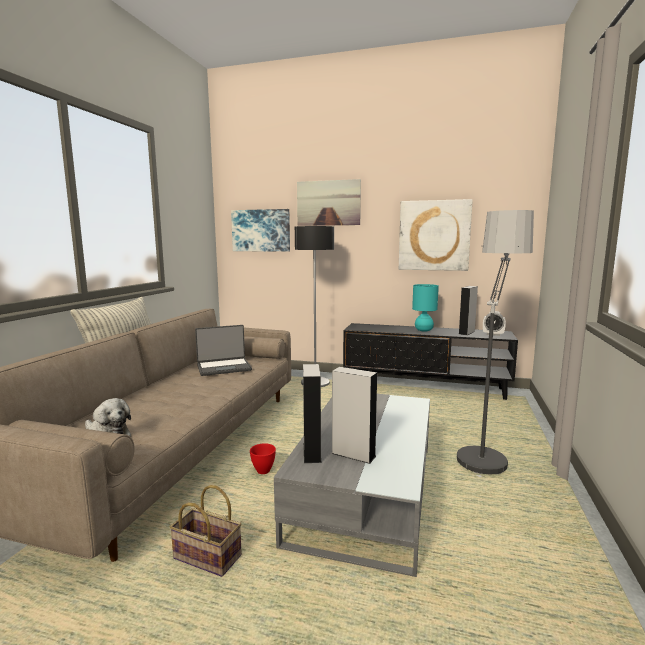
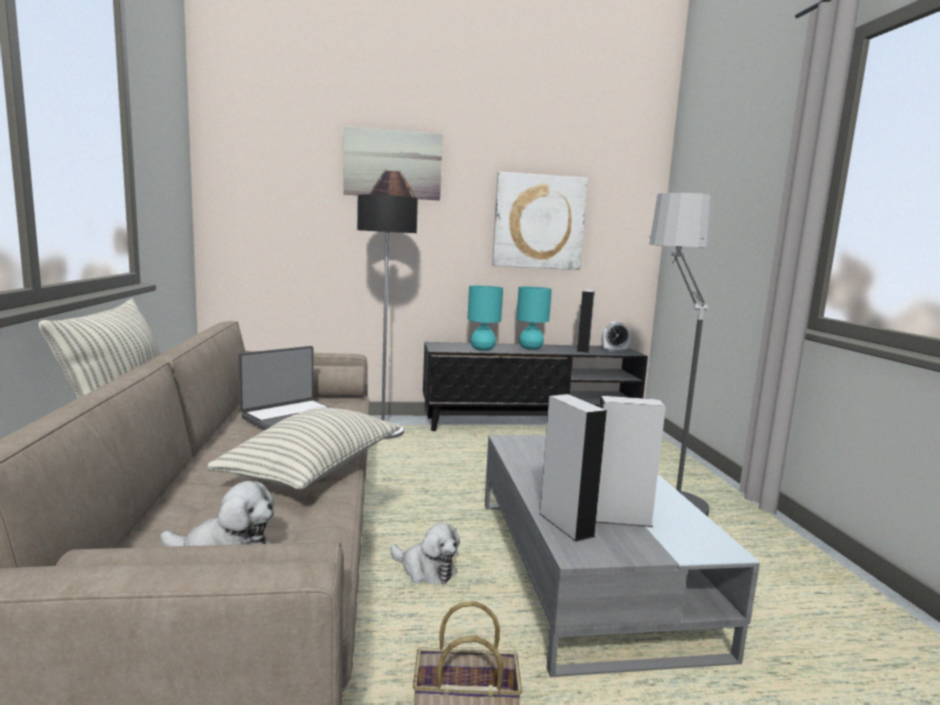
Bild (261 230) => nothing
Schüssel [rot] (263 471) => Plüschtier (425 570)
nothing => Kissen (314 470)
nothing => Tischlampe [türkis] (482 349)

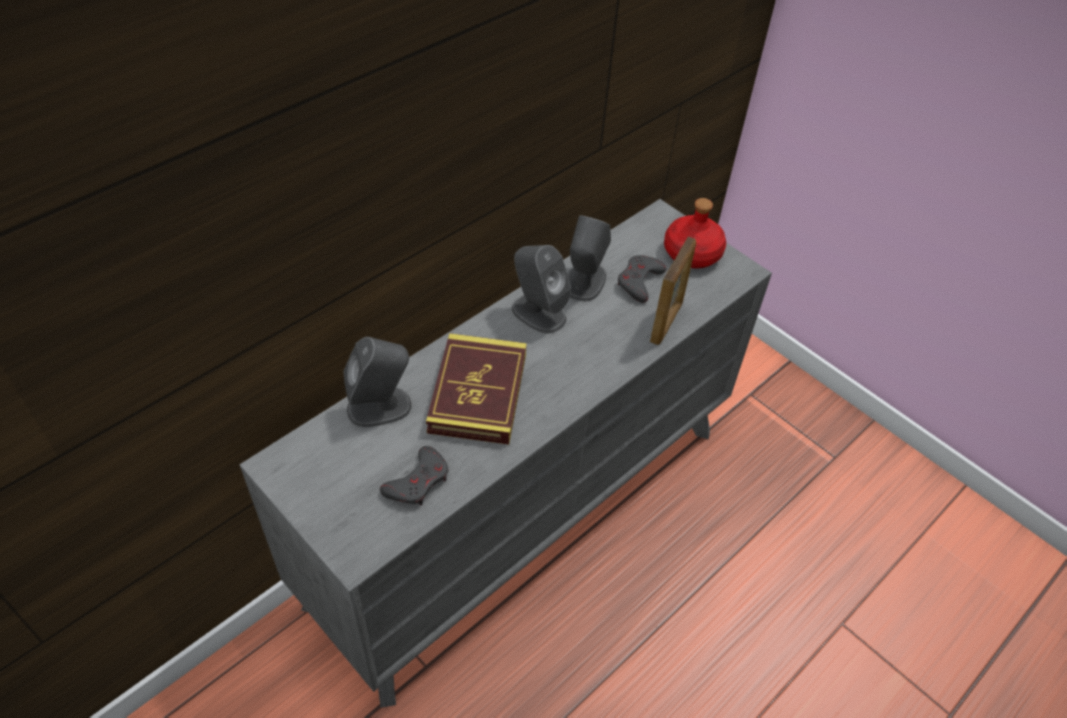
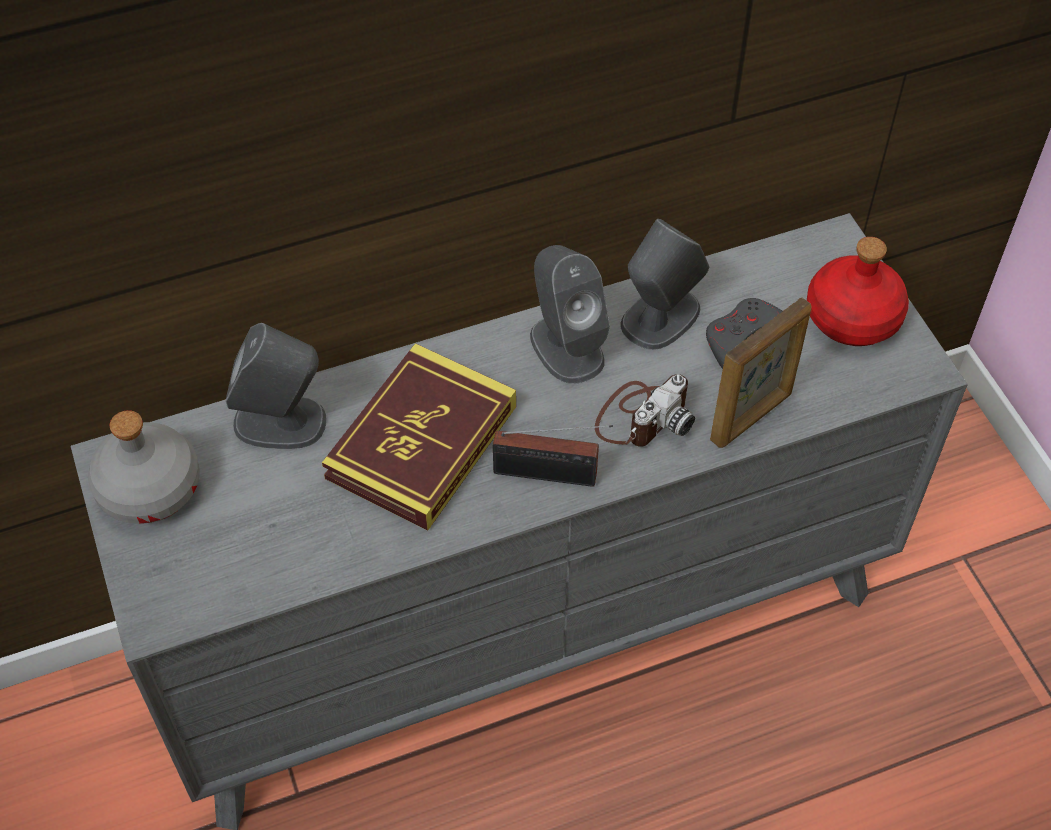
Gamepad [grau] (418 481) => nothing
nothing => Flasche [grau] (151 488)
nothing => Radio (551 475)
nothing => Kamera (642 416)

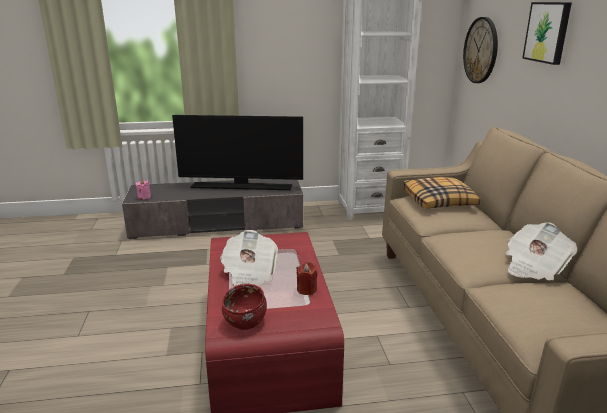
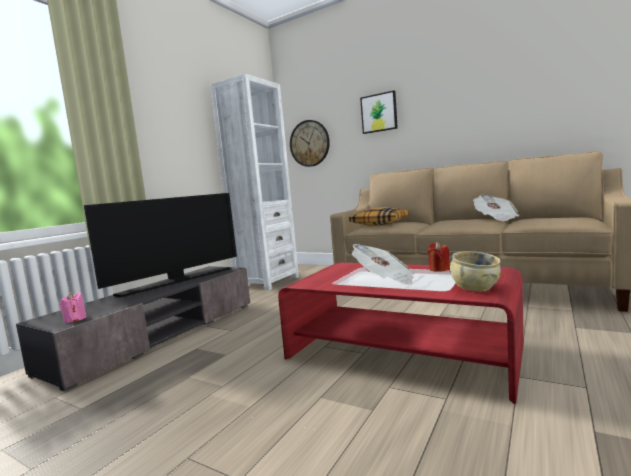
Schüssel [rot] (245 322) => Schüssel [beige] (475 288)

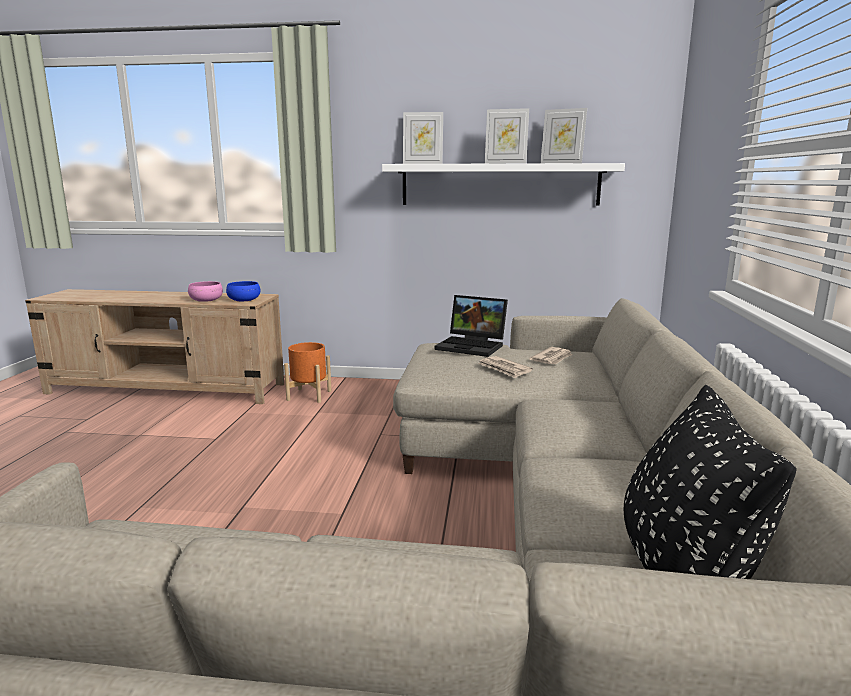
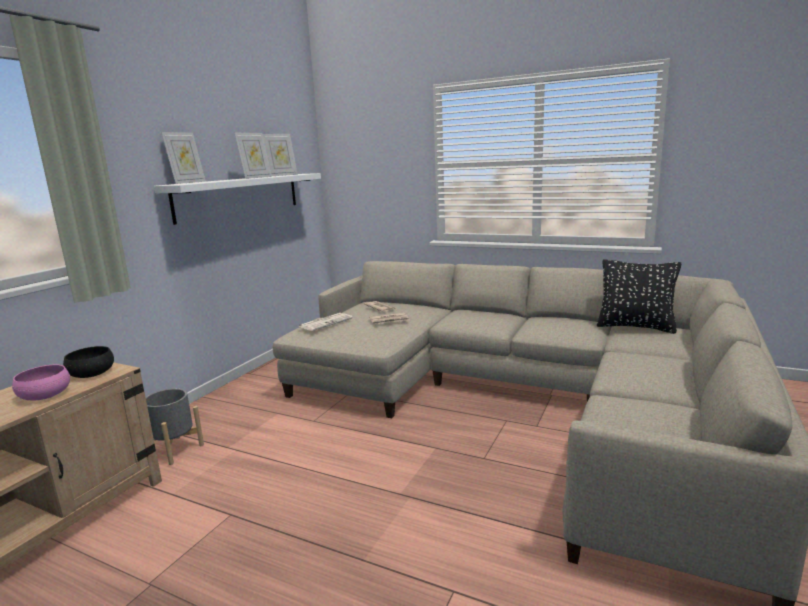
Schüssel [blau] (244 299) => Schüssel [schwarz] (91 373)
Pflanzkübel [orange] (309 395) => Pflanzkübel [grau] (174 450)
Laptop (473 346) => Zeitung (326 322)

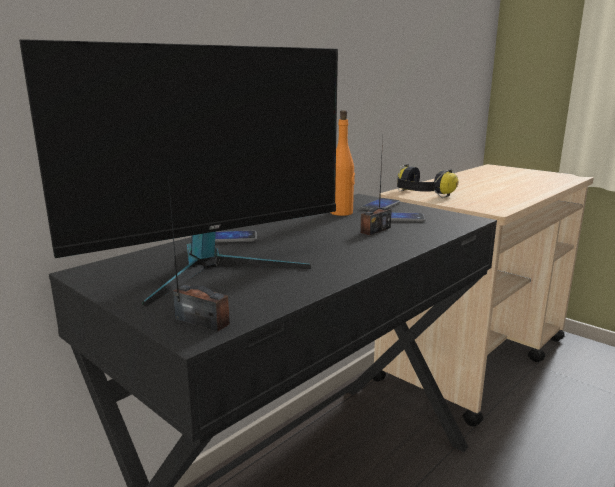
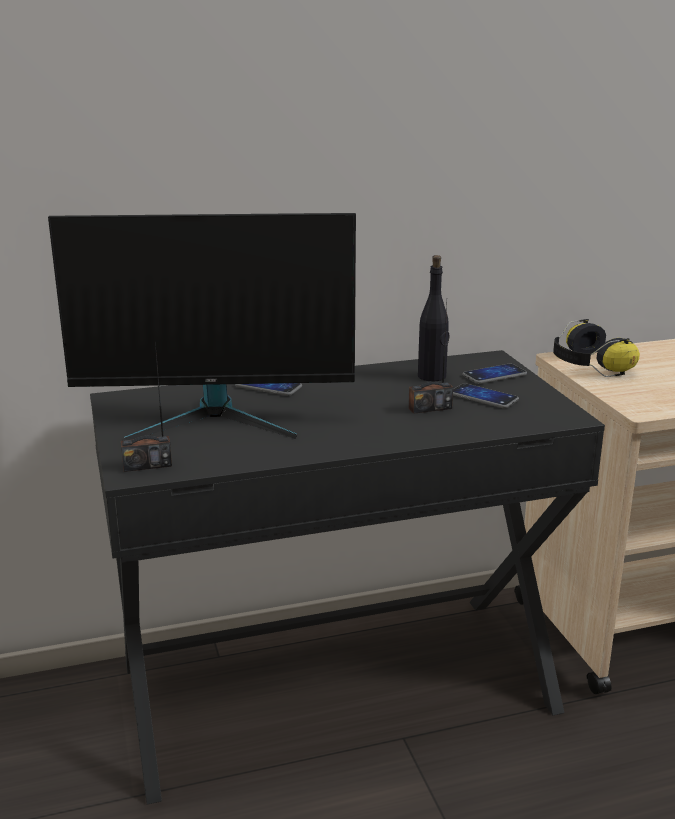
Radio (201 321) => Radio (147 465), 105 degrees clockwise
Flasche [orange] (341 213) => Flasche [schwarz] (432 376)

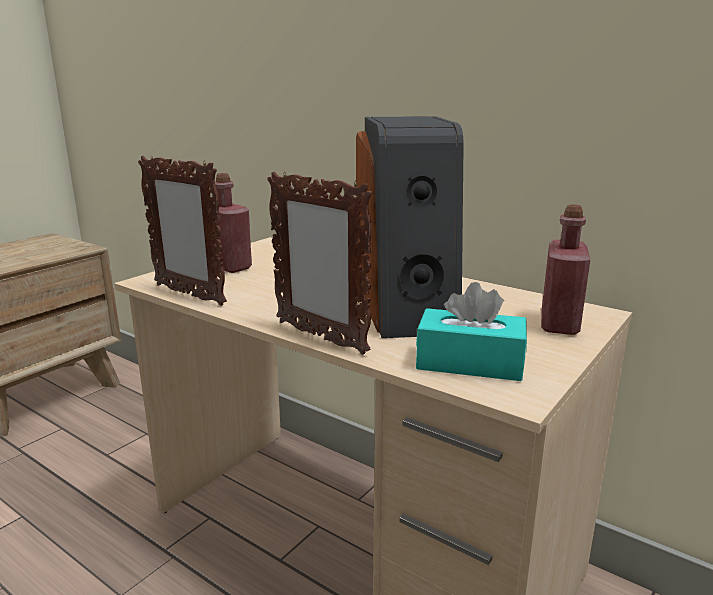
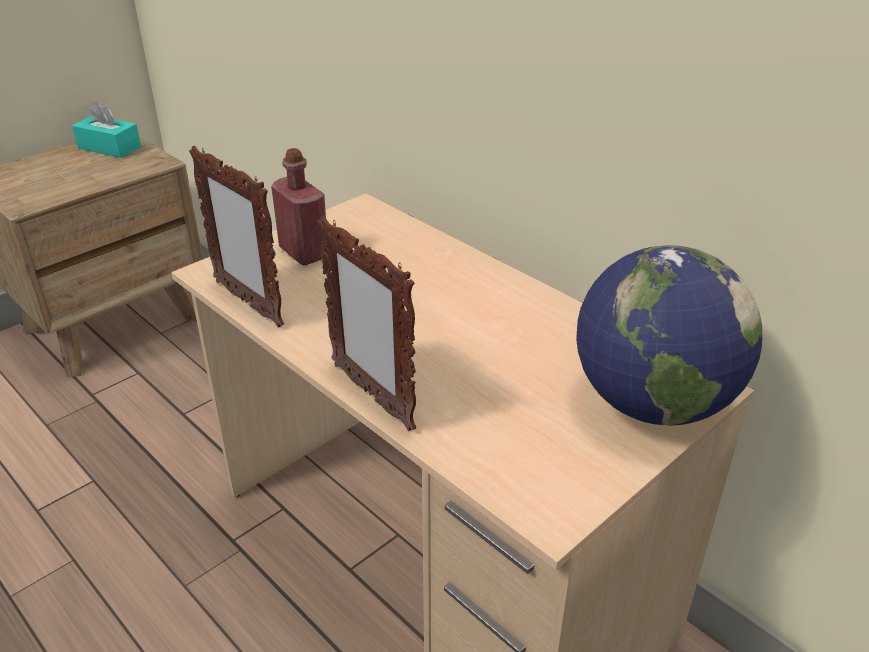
Lautsprecher (407 307) => nothing
Taschentuchbox [türkis] (470 363) => Taschentuchbox [türkis] (109 147), moved
Flasche [rot] (559 324) => Globus (652 403)

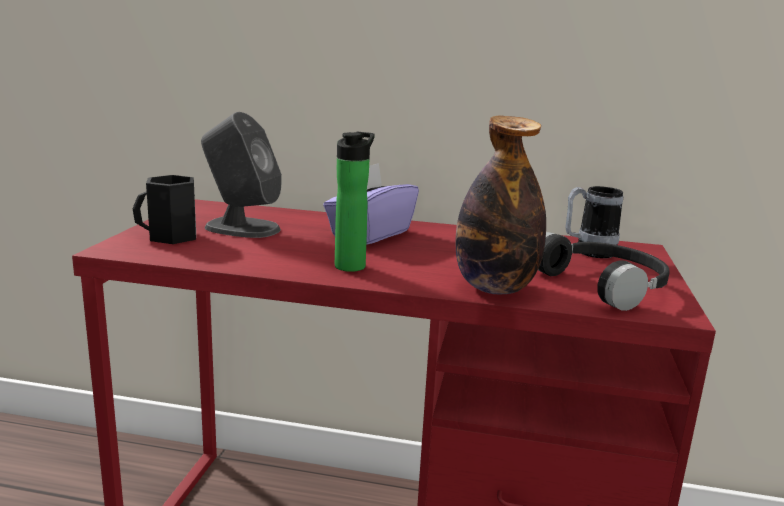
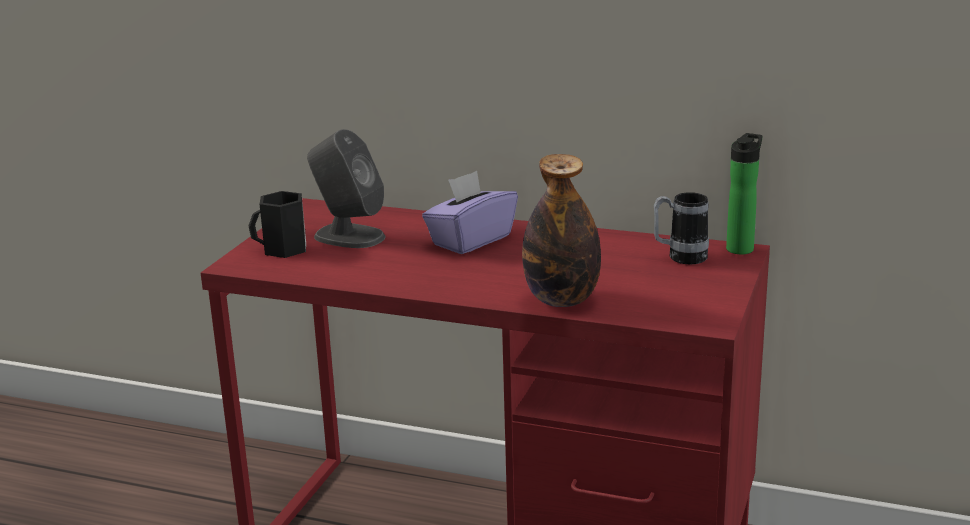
Flasche (352 265) => Flasche (741 248), moved
Kopfhörer [schwarz] (605 285) => nothing

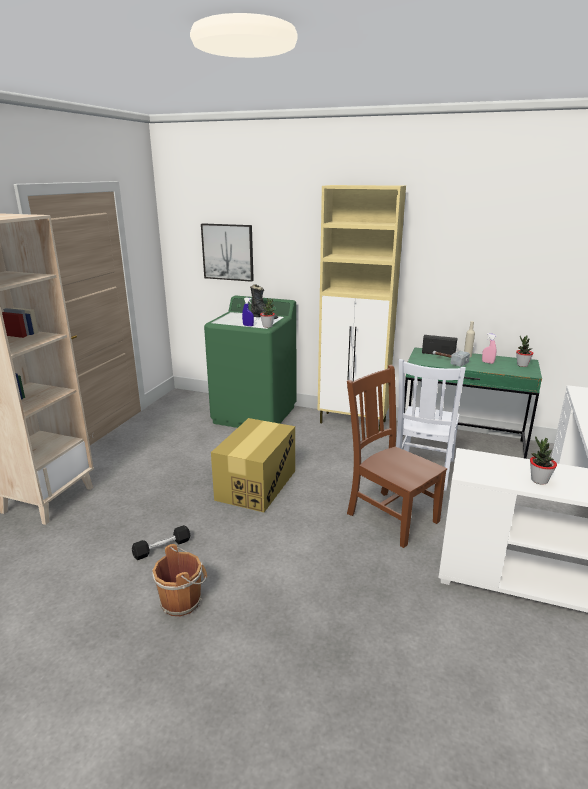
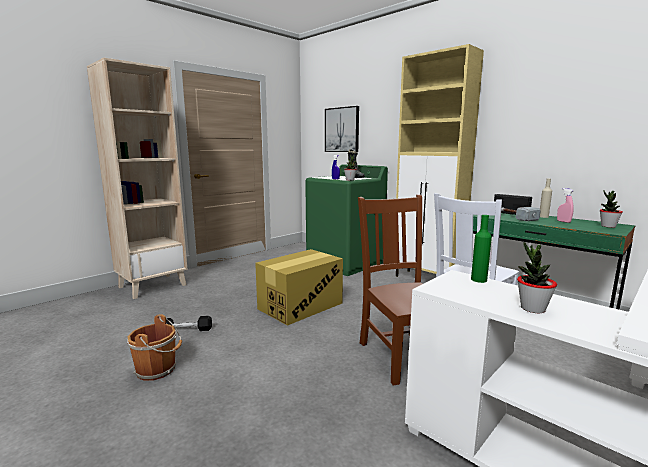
nothing => Flasche [grün] (478 280)

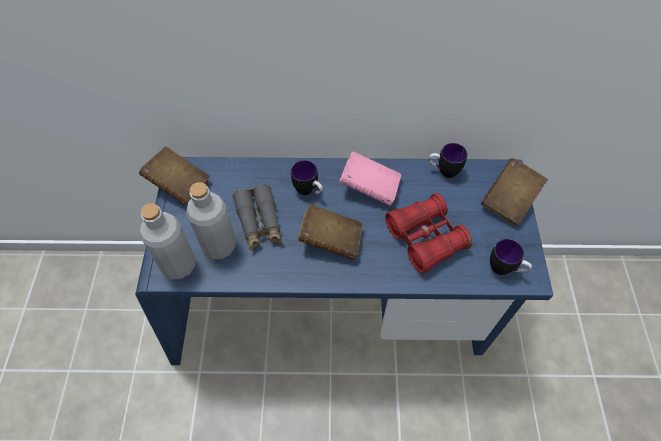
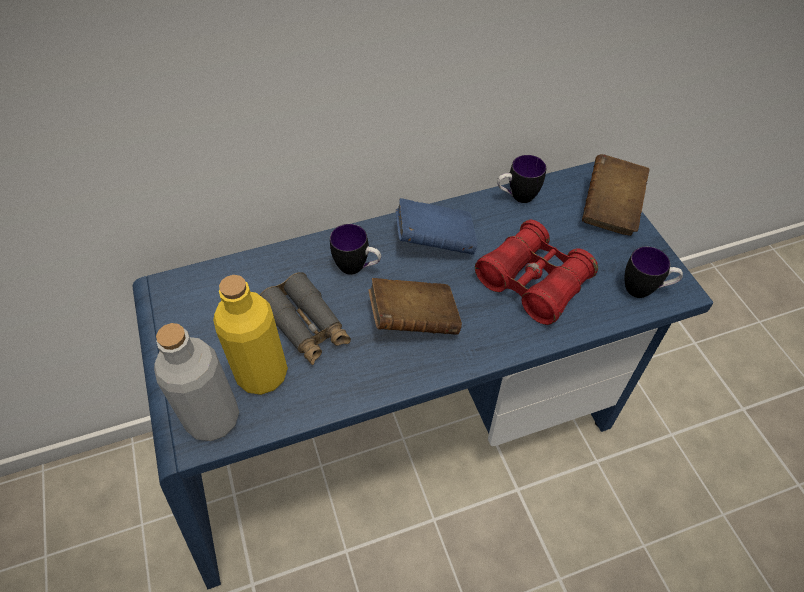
Buch [braun] (179 185) => nothing
Flasche [grau] (219 245) => Flasche [gelb] (262 374)
Buch [rosa] (369 187) => Buch [blau] (434 241)

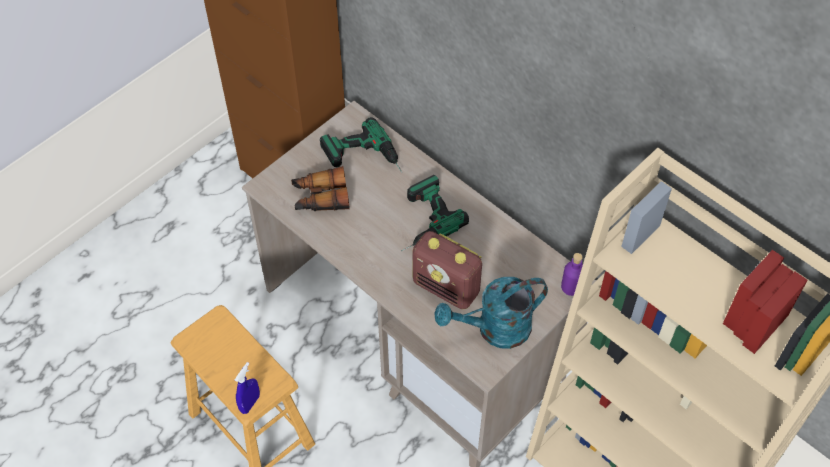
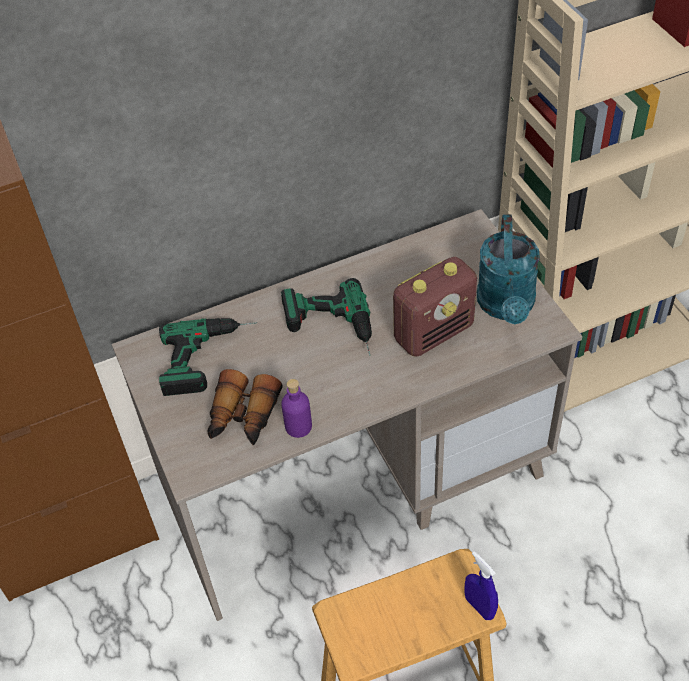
Flasche [lila] (571 287) => Flasche [lila] (298 426), moved

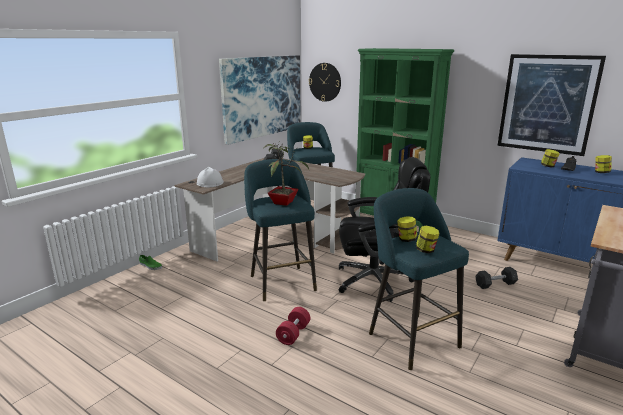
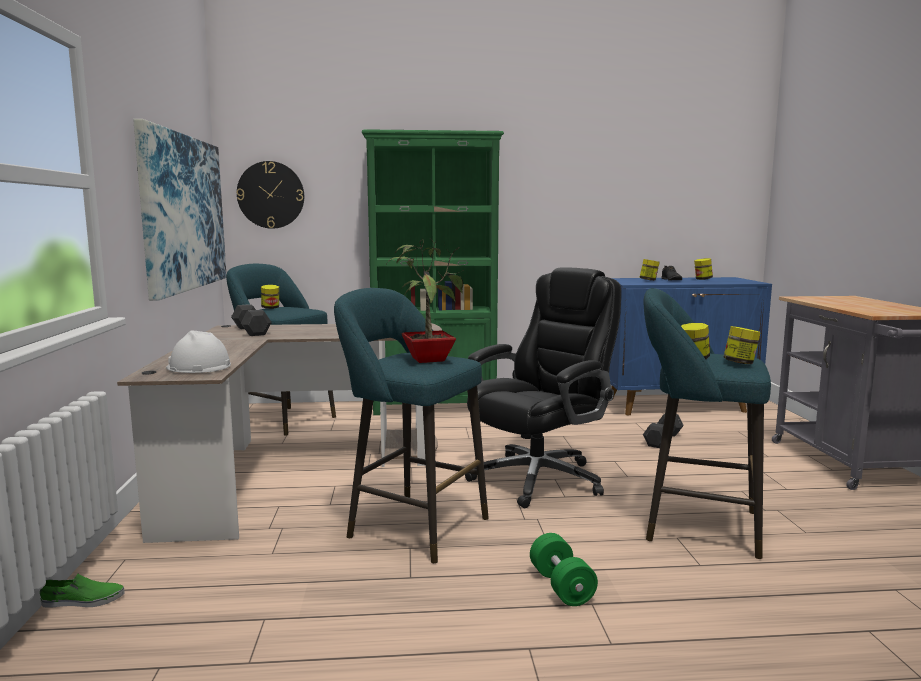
Hantel [rot] (293 334) => Hantel [grün] (561 586)
Bild (547 104) => nothing

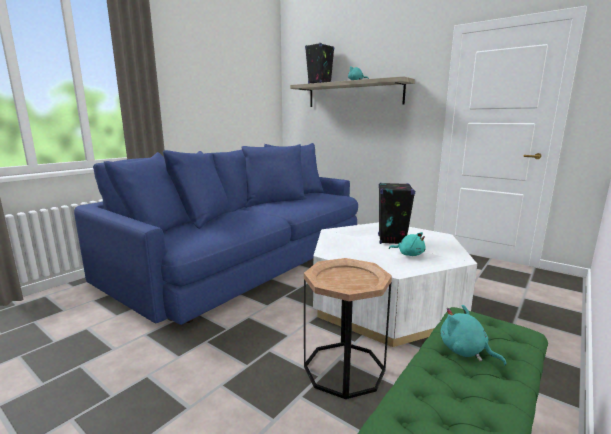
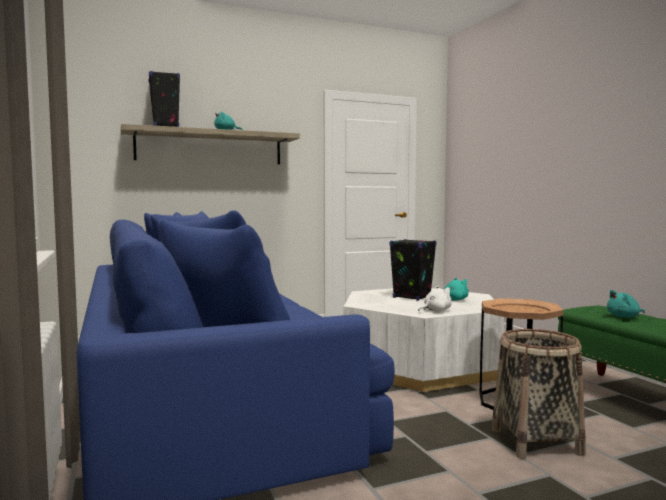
nothing => Plüschtier [weiß] (435 310)
nothing => Korb (536 441)

